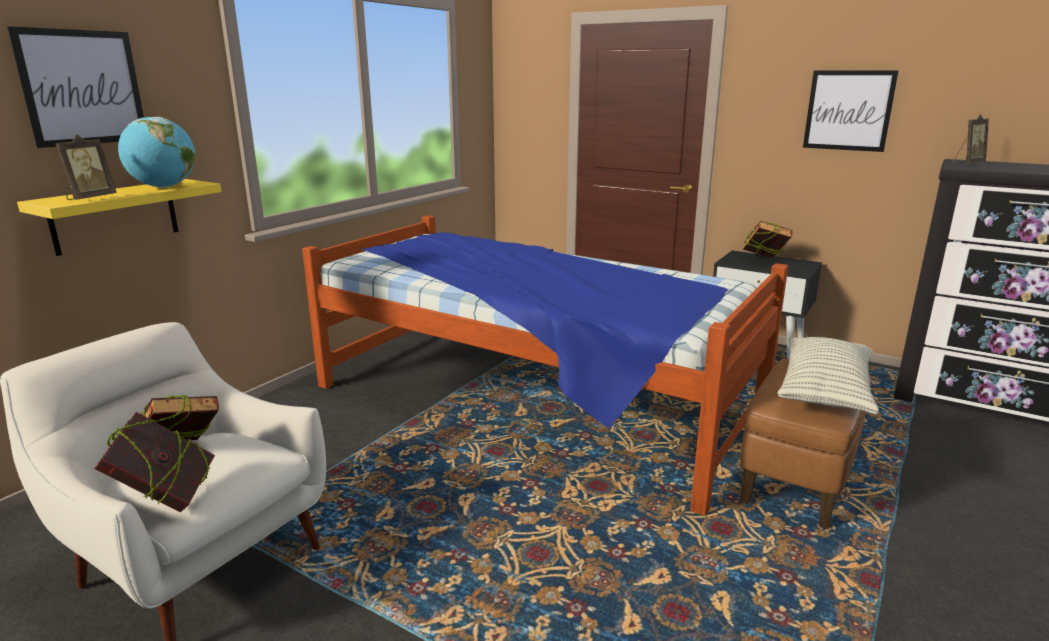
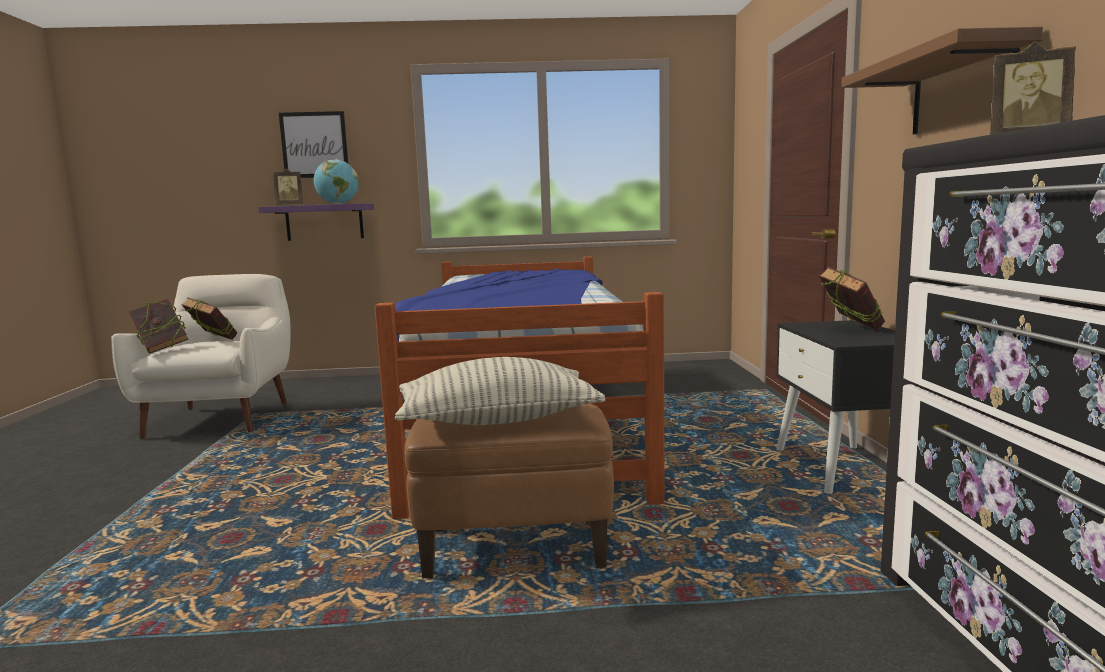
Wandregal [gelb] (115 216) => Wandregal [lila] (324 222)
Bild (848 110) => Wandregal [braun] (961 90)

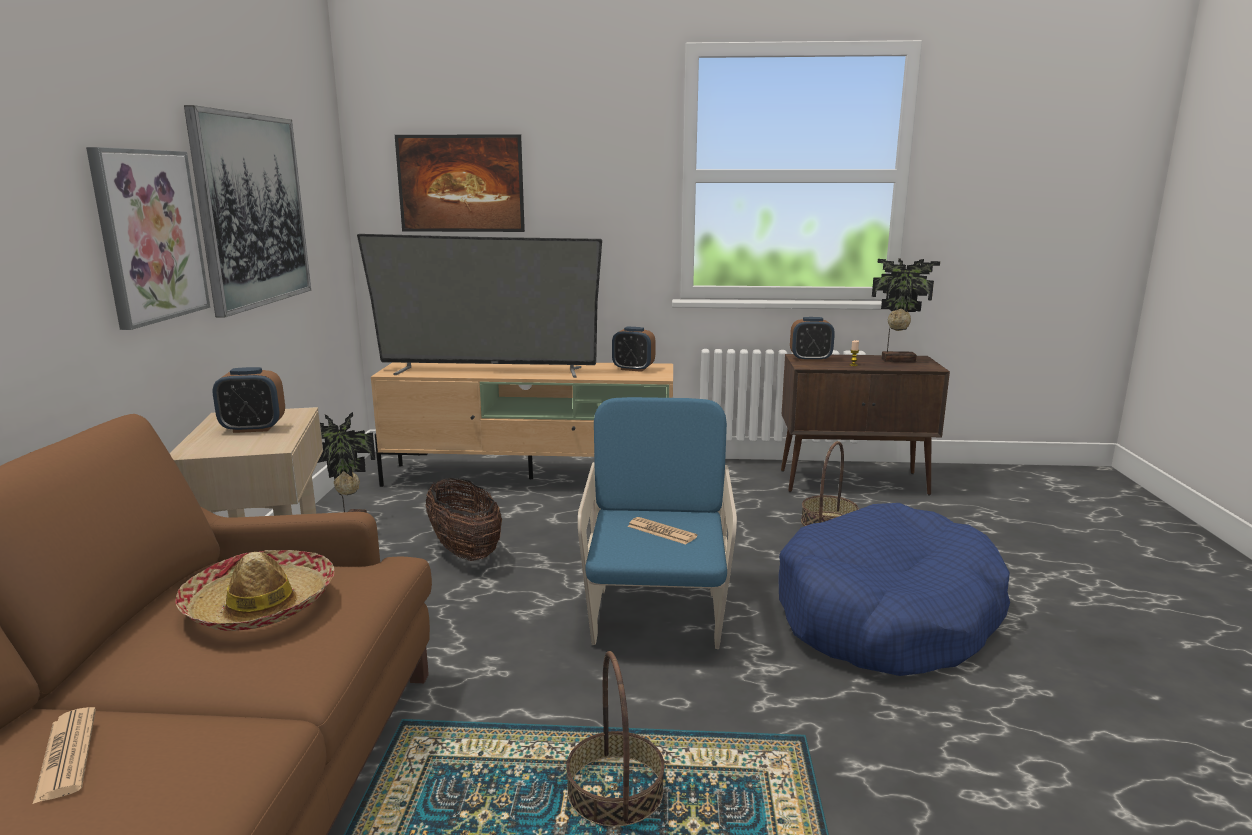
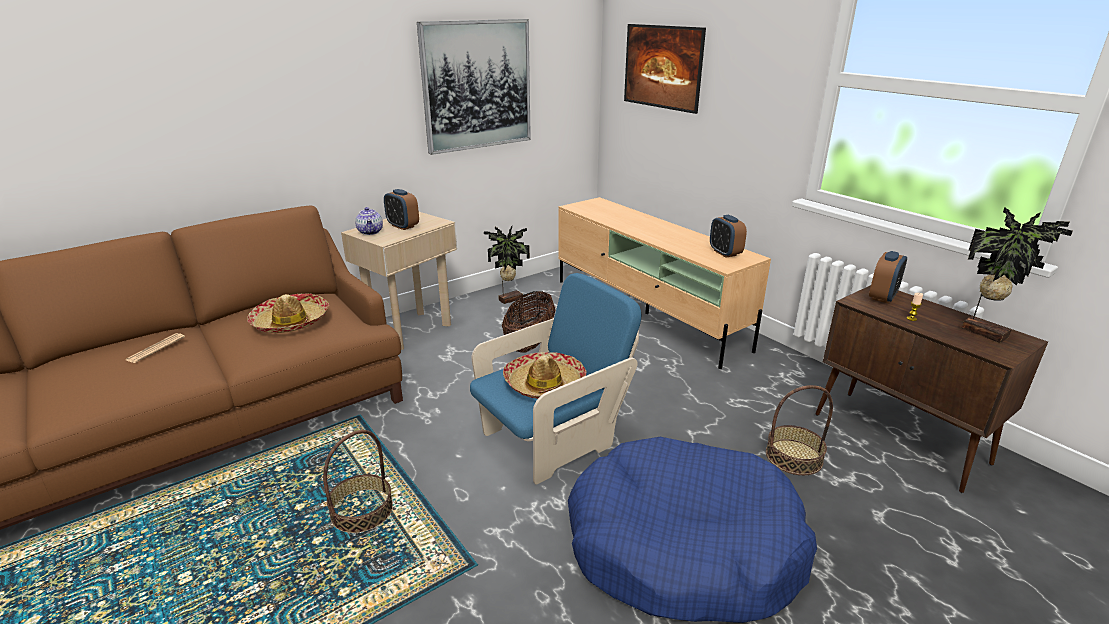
Bild (149 236) => nothing
Fernseher (488 371) => nothing
Zeitung (661 532) => Hut (545 384)
Wecker (810 359) => Wecker (882 297), 105 degrees counterclockwise
nothing => Teekanne (370 232)

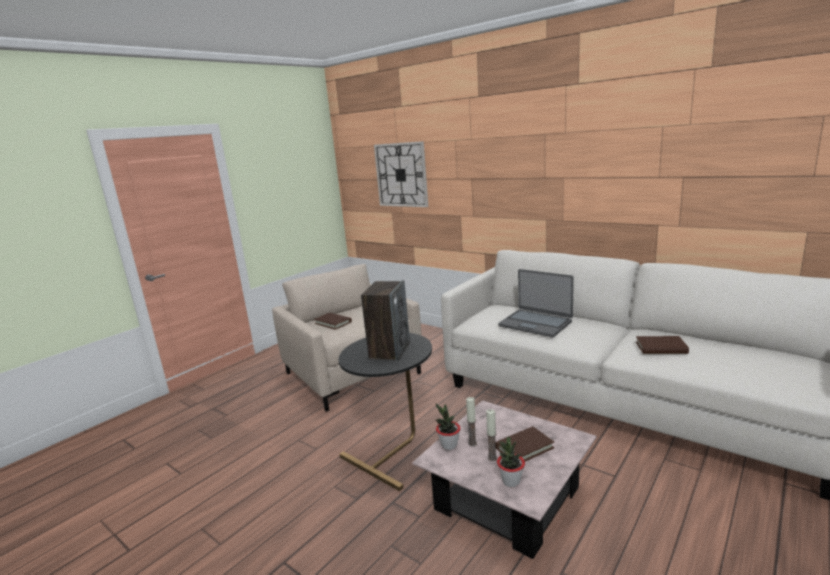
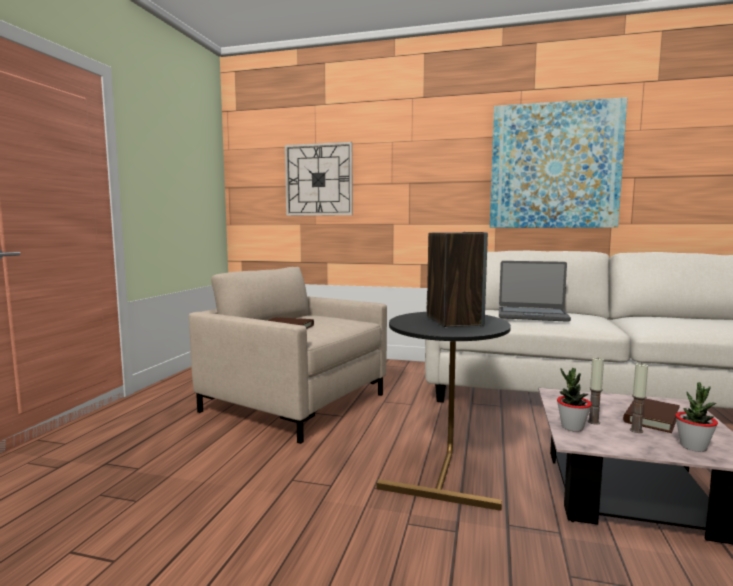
Buch [braun] (661 348) => nothing
nothing => Bild (554 166)

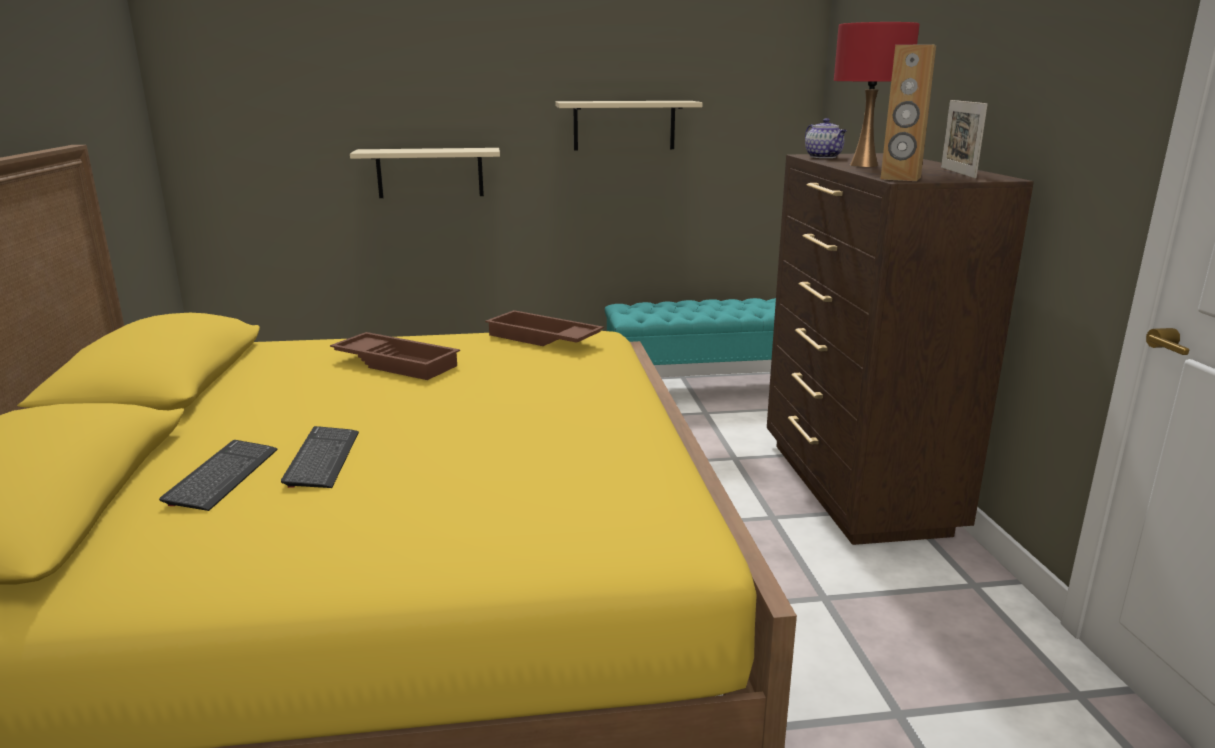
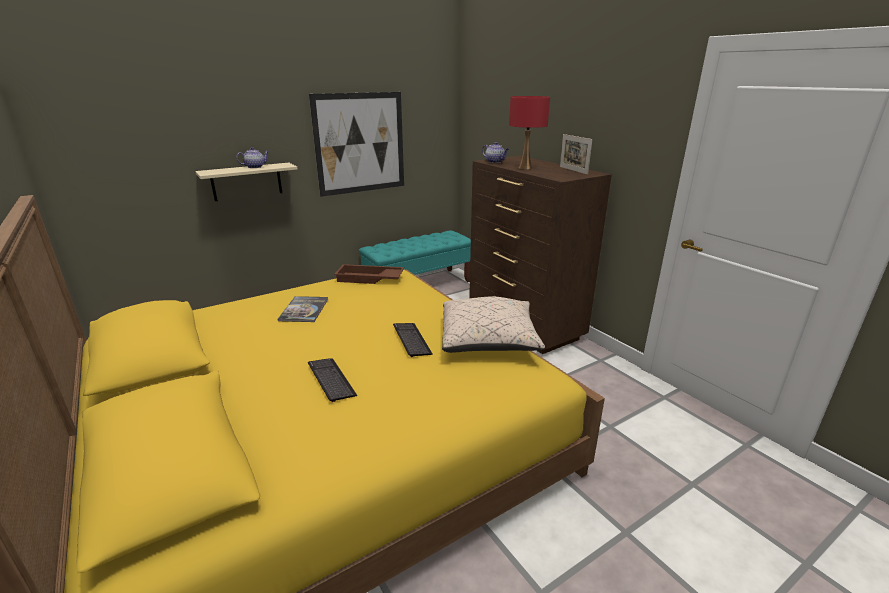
Tastatur (222 477) => Tastatur (411 340), moved
Tablett [braun] (398 363) => Buch (304 310)
Wandregal [beige] (624 125) => Bild (360 143)
Lautsprecher [braun] (900 178) => nothing
nothing => Teekanne (255 167)
nothing => Kissen [beige] (488 340)

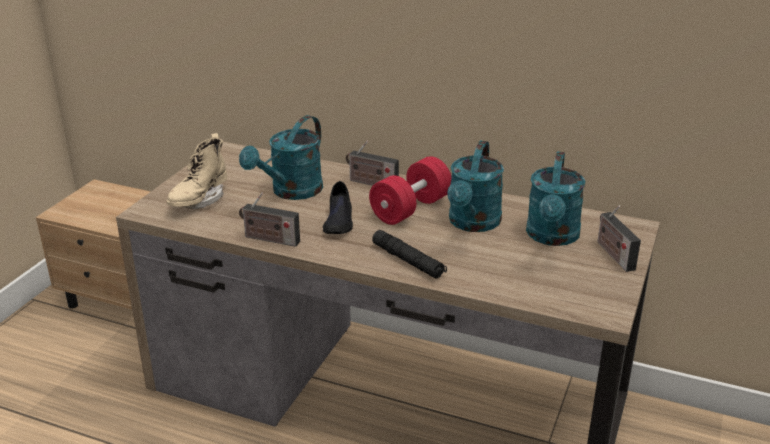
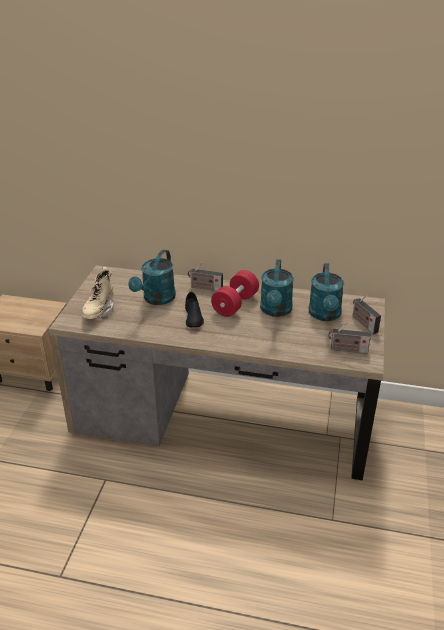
Radio (269 239) => Radio (347 350), moved
Taschenlampe [schwarz] (408 261) => nothing

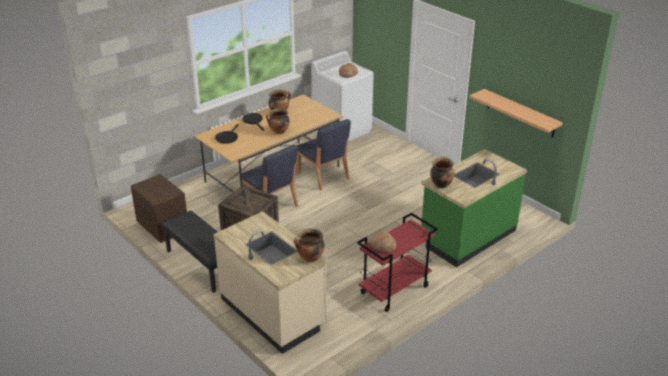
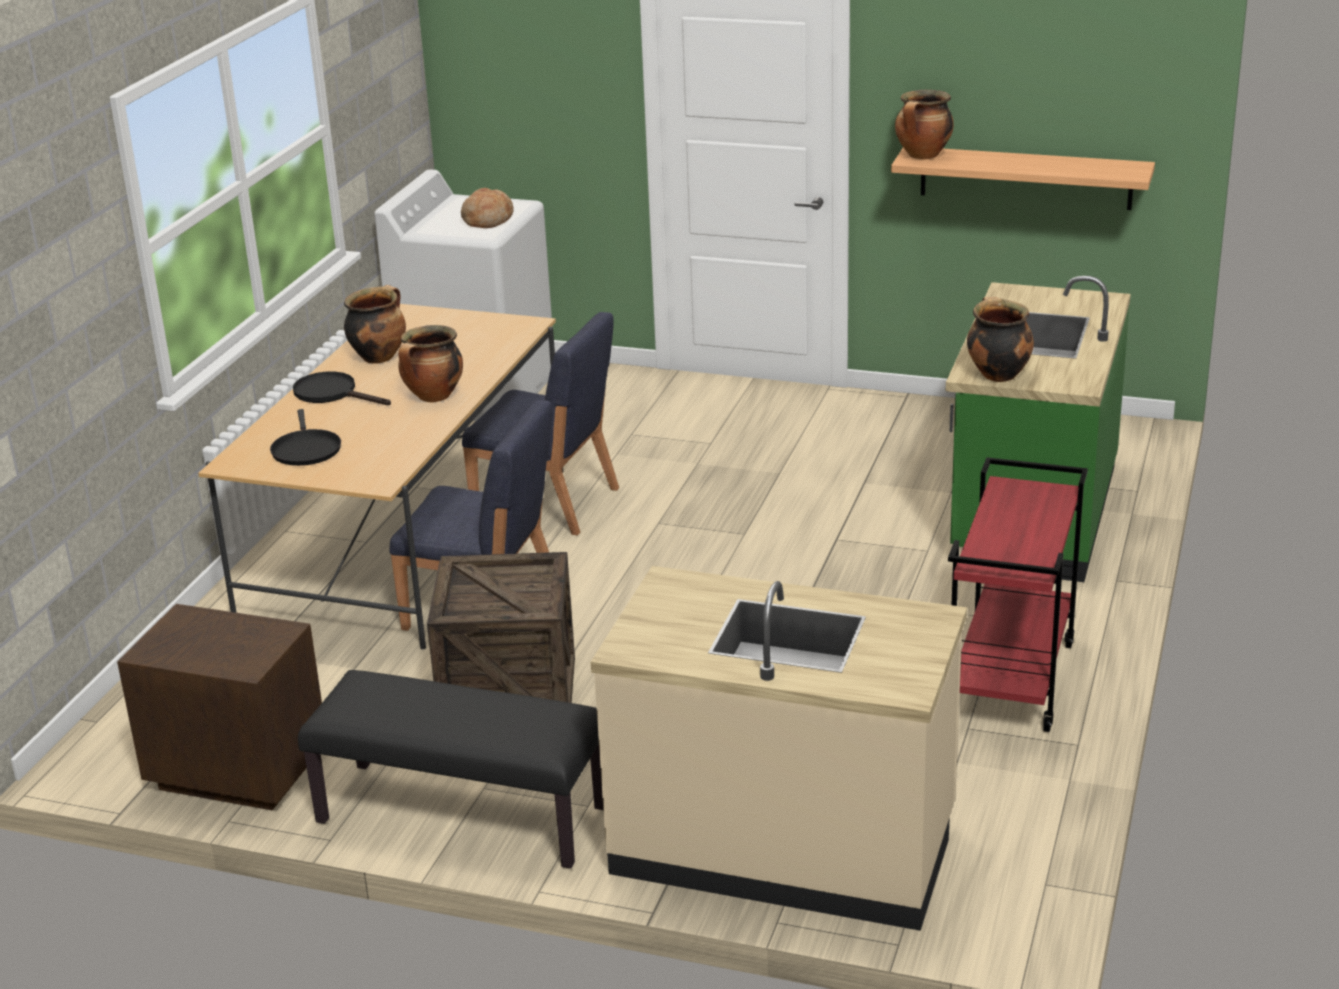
Kochtopf (310 258) => Kochtopf (923 156), moved
Brot (383 246) => nothing

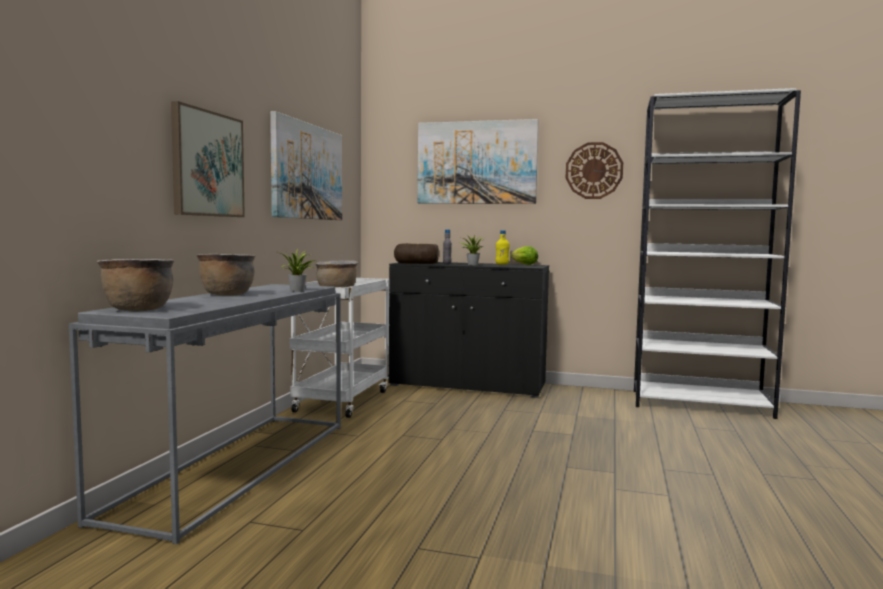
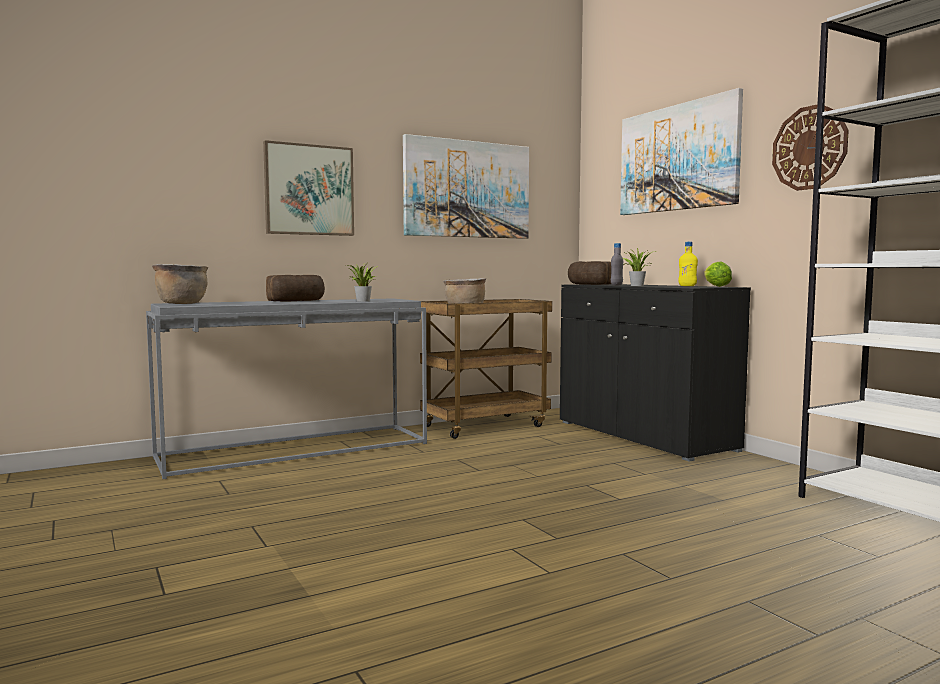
Kochtopf [braun] (227 294) => Brot (297 301)
Rollwagen [weiß] (342 400) => Rollwagen [braun] (485 425)

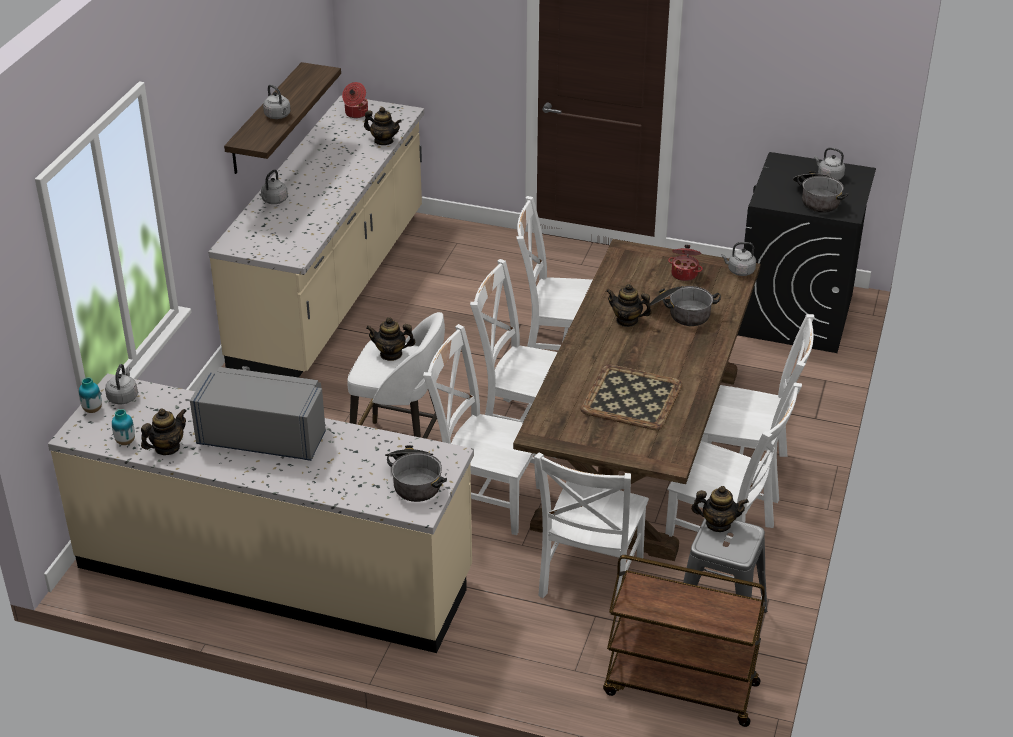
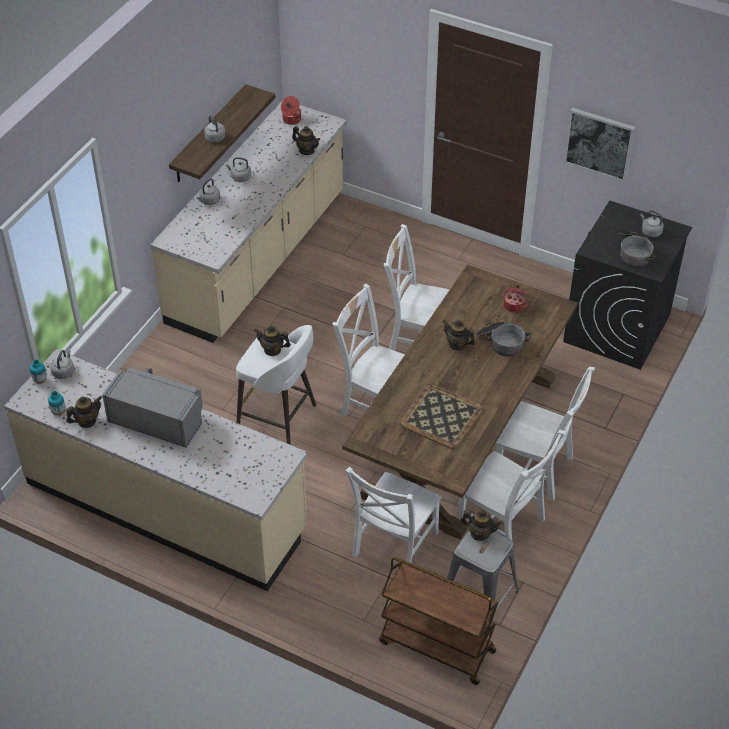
Kochtopf (415 481) => nothing
Stuhl [weiß] (486 499) => nothing
Wasserkessel [grau] (739 271) => Wasserkessel [grau] (240 177), moved
nothing => Bild (599 143)

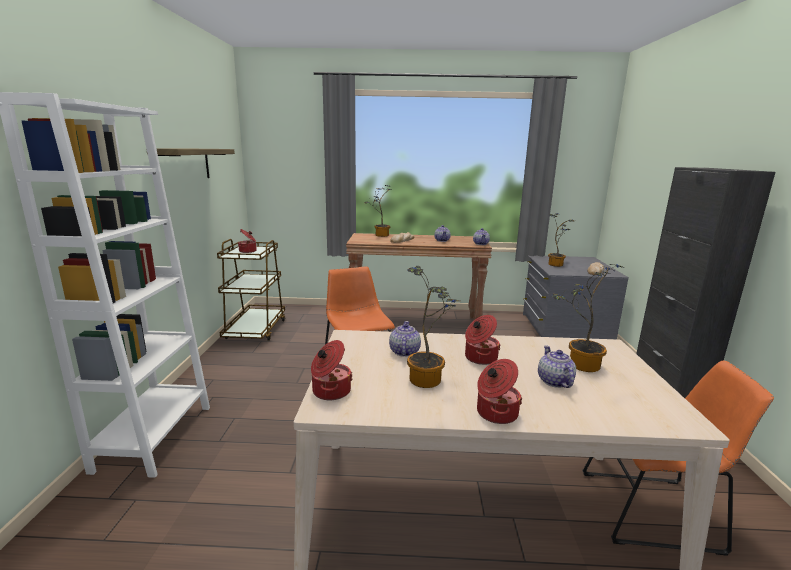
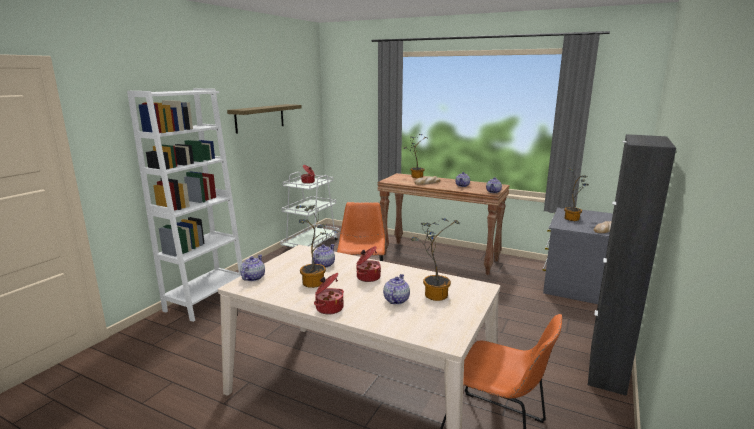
Rollwagen [braun] (256 330) => Rollwagen [weiß] (311 244)
Kochtopf (330 391) => Teekanne (253 278)

